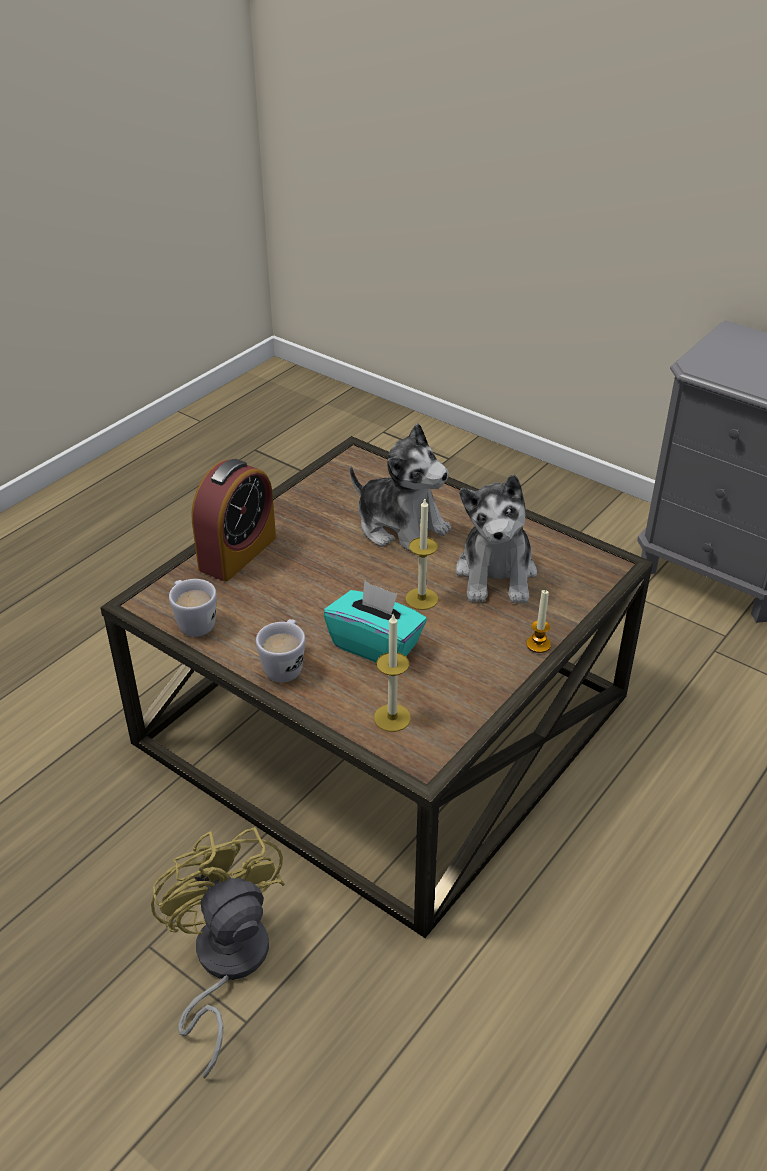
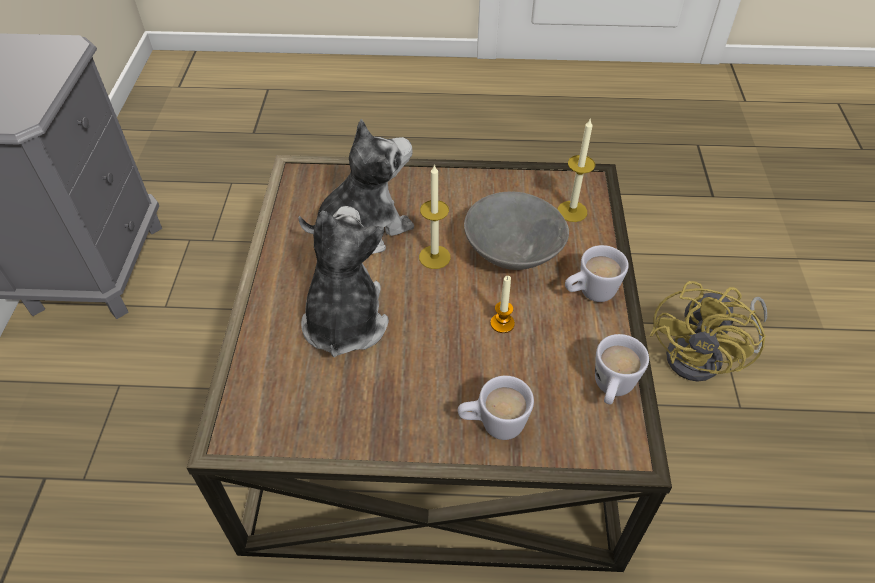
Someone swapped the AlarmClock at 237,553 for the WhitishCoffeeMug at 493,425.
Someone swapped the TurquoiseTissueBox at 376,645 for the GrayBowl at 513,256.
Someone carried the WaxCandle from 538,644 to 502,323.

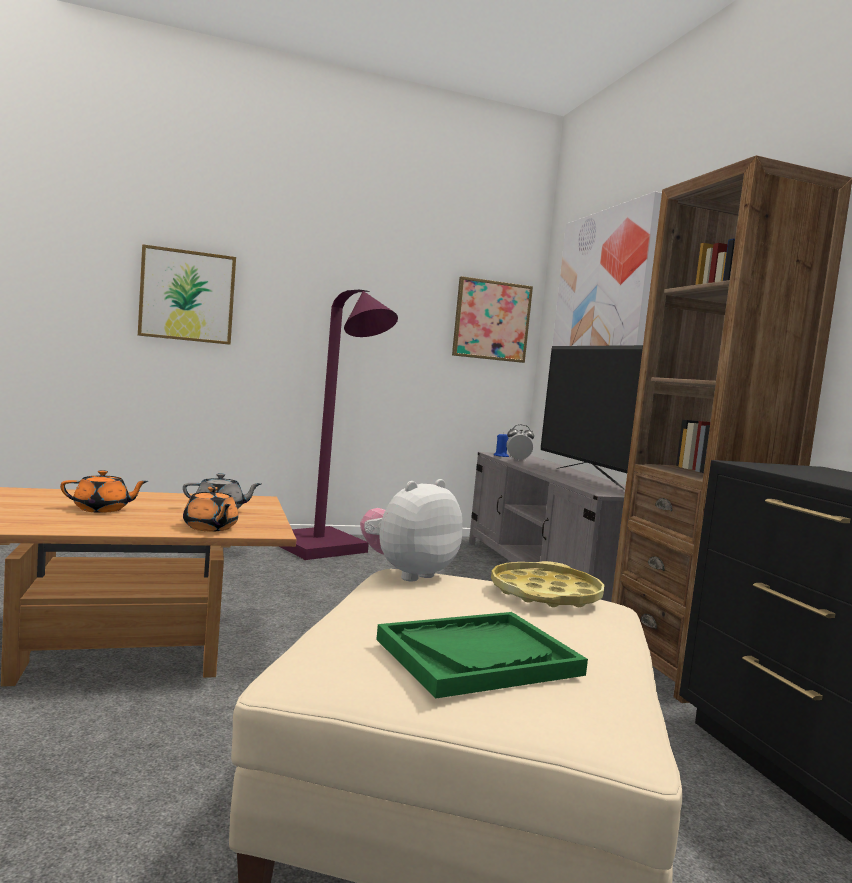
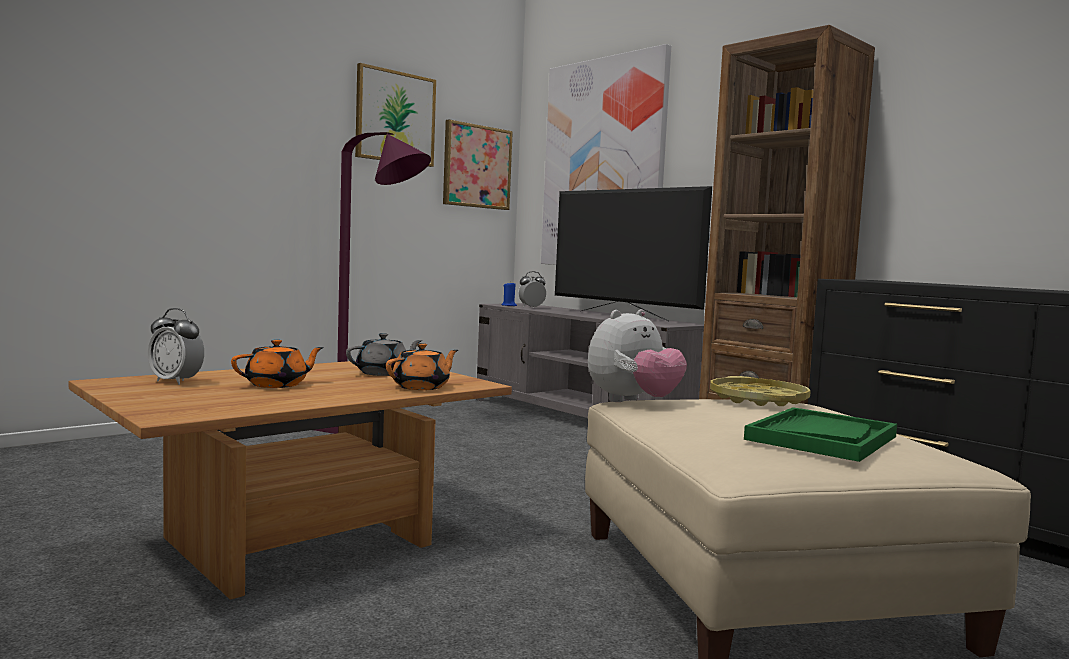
Someone carried the WallArt from 187,296 to 395,117.
Someone rotated the CuddlyToy at 407,573 by 150 degrees counterclockwise.
Someone rotated the OrangeColouredPotForTea at 210,528 by 75 degrees counterclockwise.
Someone put down the AlarmClock at 176,382.

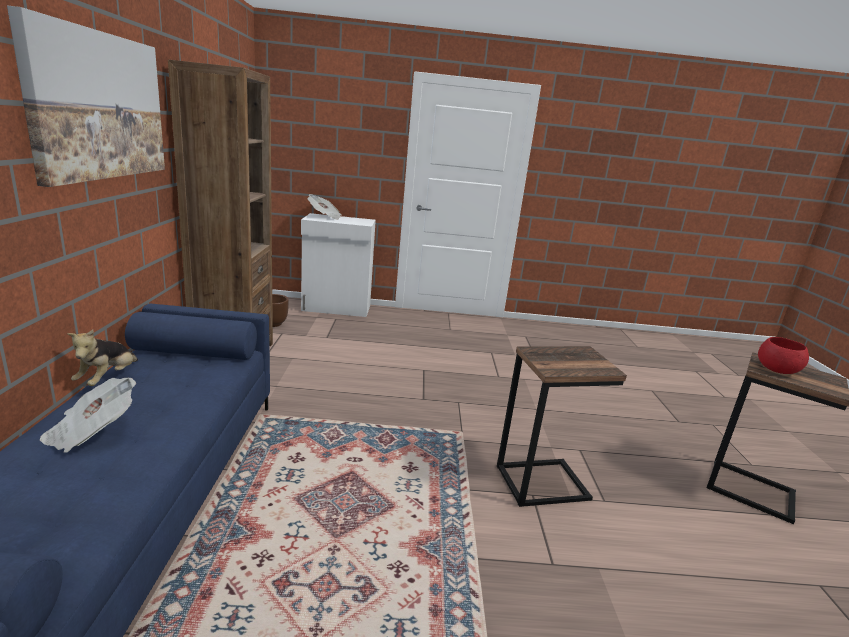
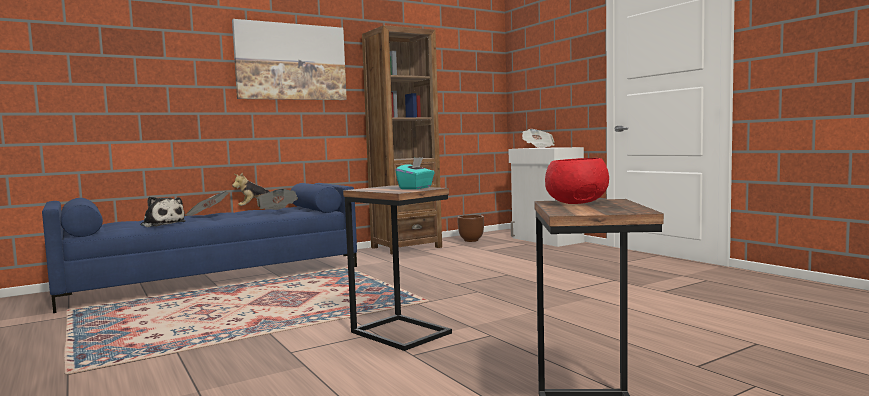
Someone put down the TurquoiseTissueBox at 416,188.
Someone put down the PrintedPaper at 277,211.
Someone put down the CuddlyToy at 162,224.

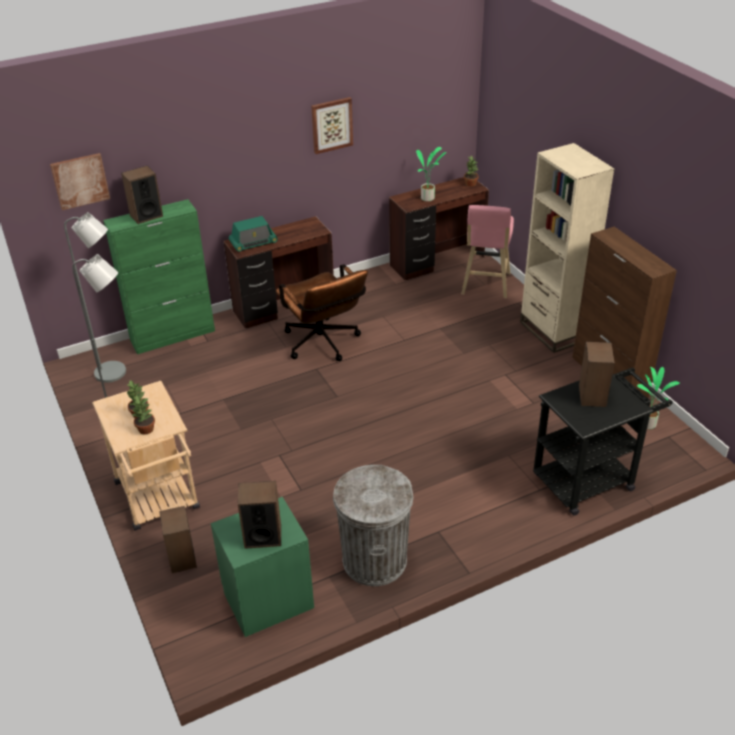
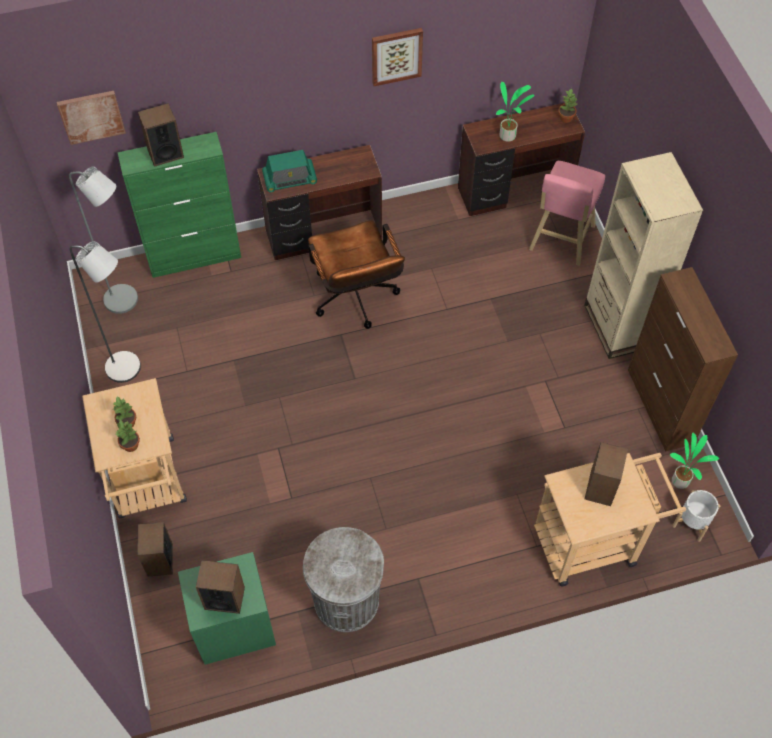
Someone repainted the BlackColouredCart at 590,478, which became the SandColouredCart at 594,542.
Someone put down the WhitishPlantPot at 692,522.

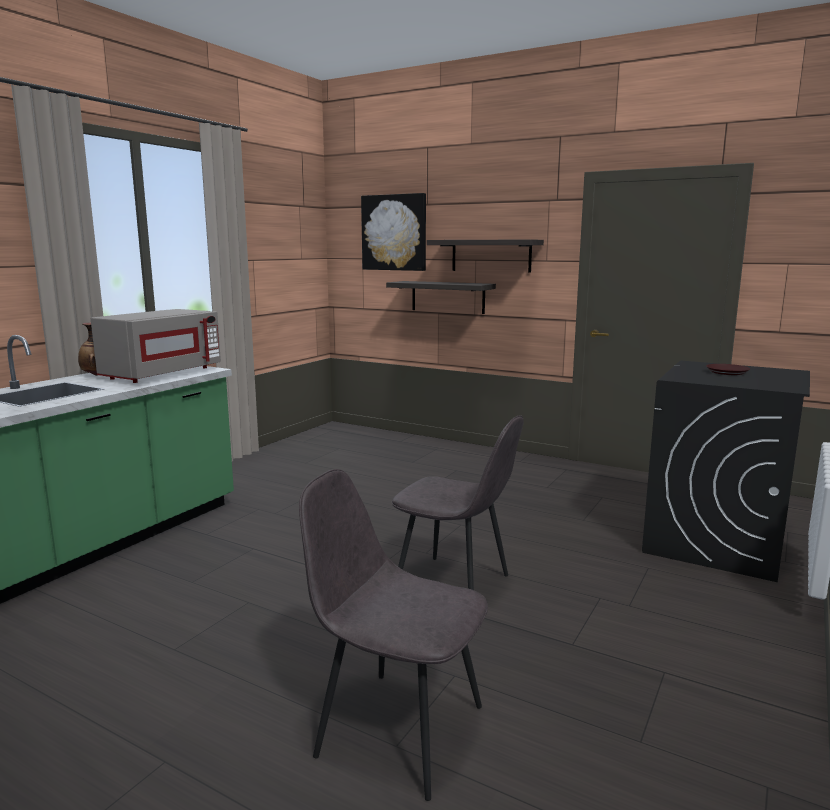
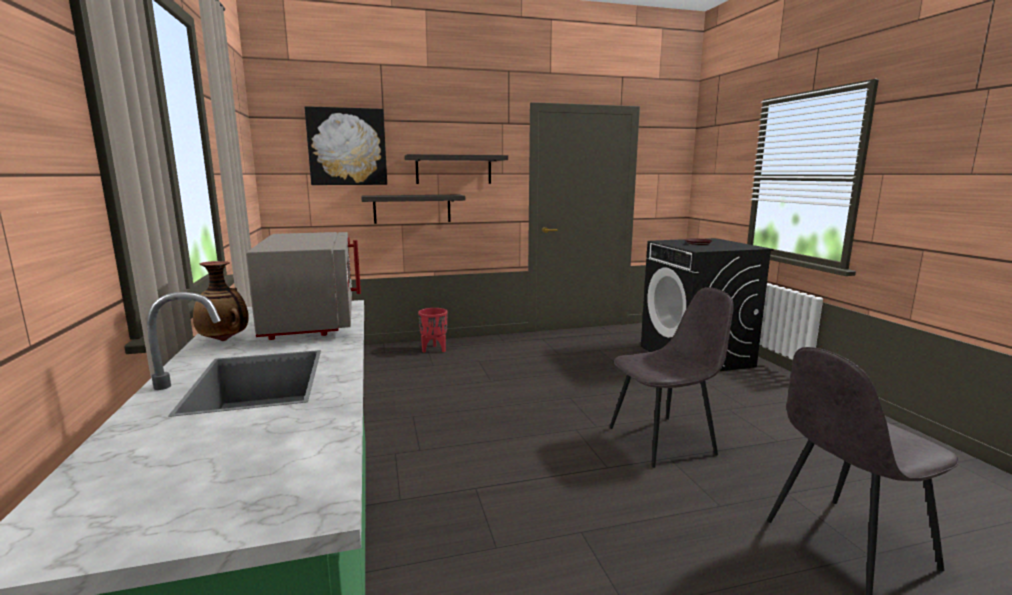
Someone put down the RedColouredPlantPot at 434,349.

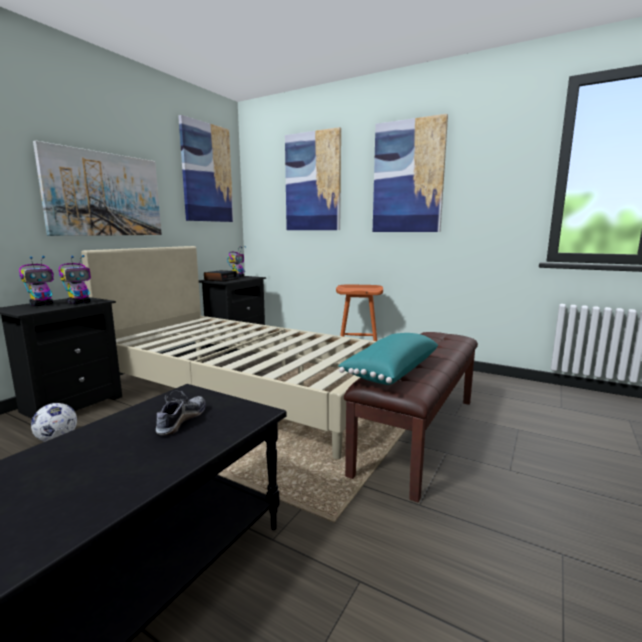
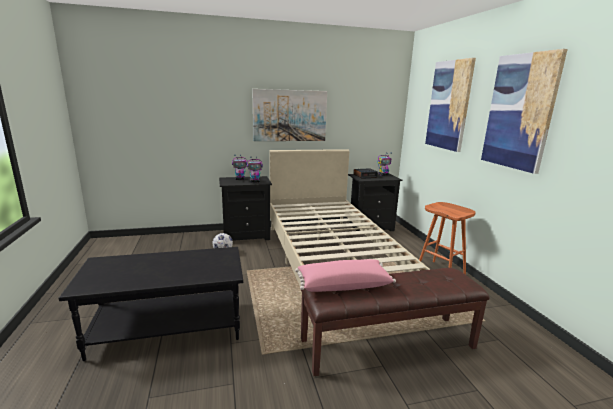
Someone took away the WallArt at 206,173.
Someone repainted the TurquoisePillow at 390,371, which became the PinkColouredPillow at 343,285.
Someone took away the Shoe at 181,420.

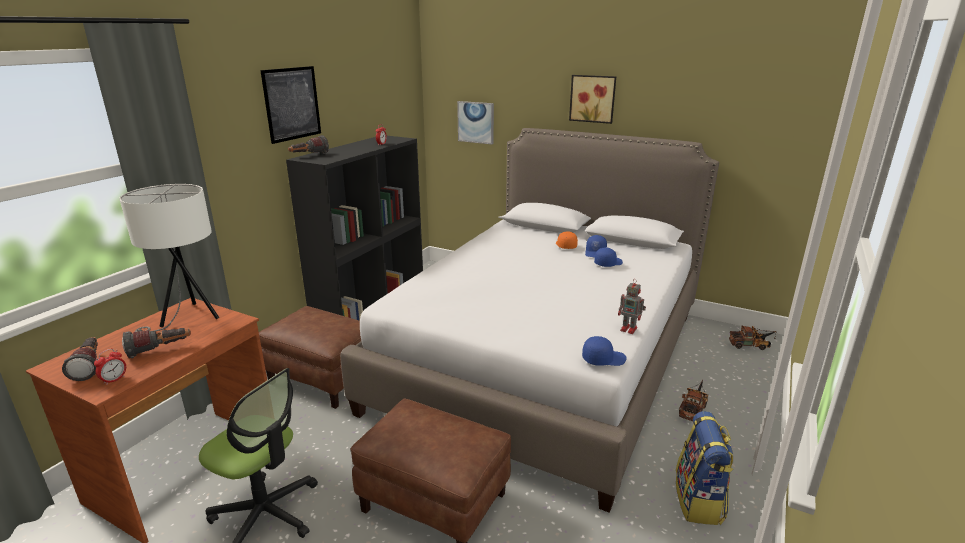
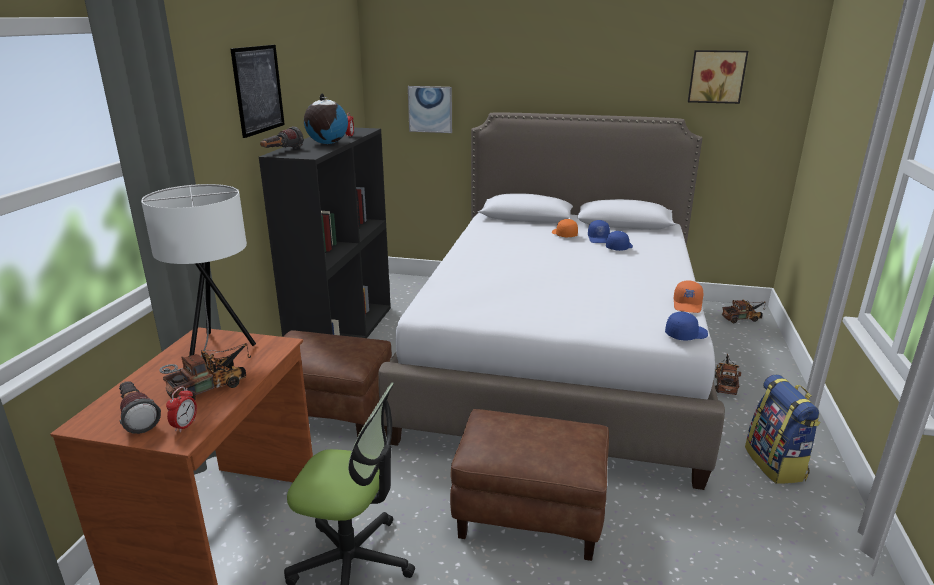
Someone carried the WallArt from 593,98 to 716,76.
Someone swapped the ModelRobot at 629,329 for the OrangeColouredBaseballCap at 688,305.
Someone swapped the HandTorch at 160,350 for the ToyLorry at 213,387.
Someone put down the Globe at 327,143.

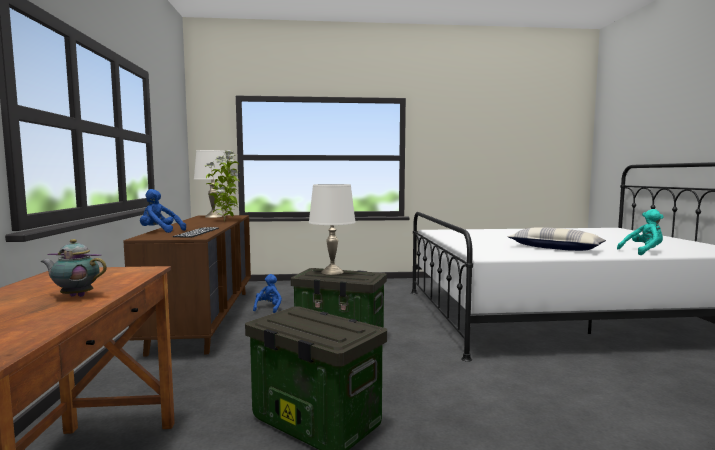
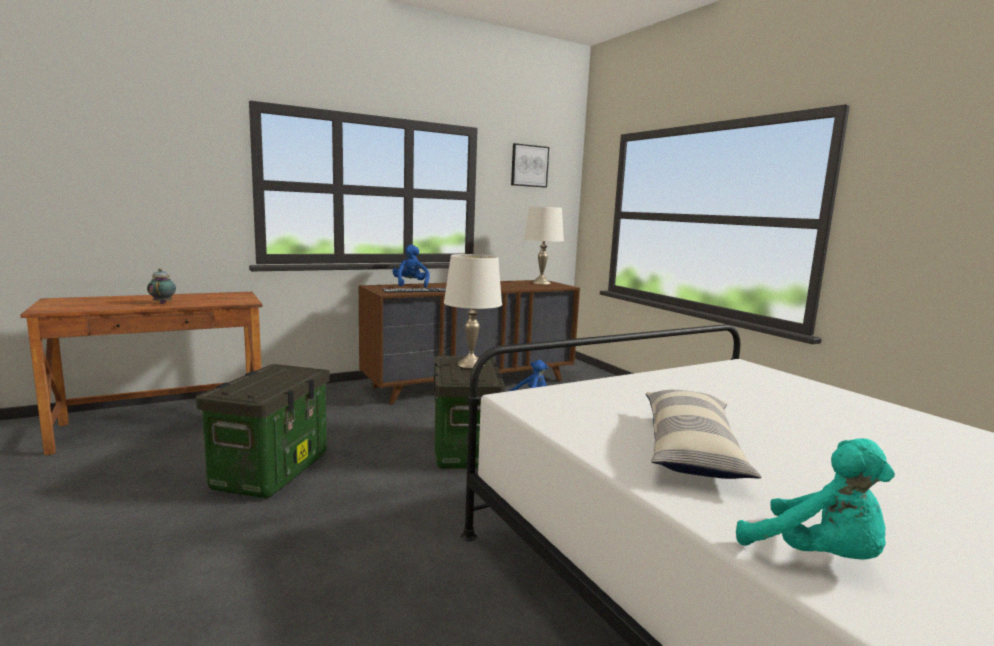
Someone took away the Houseplant at 225,221.
Someone put up the WallArt at 529,166.

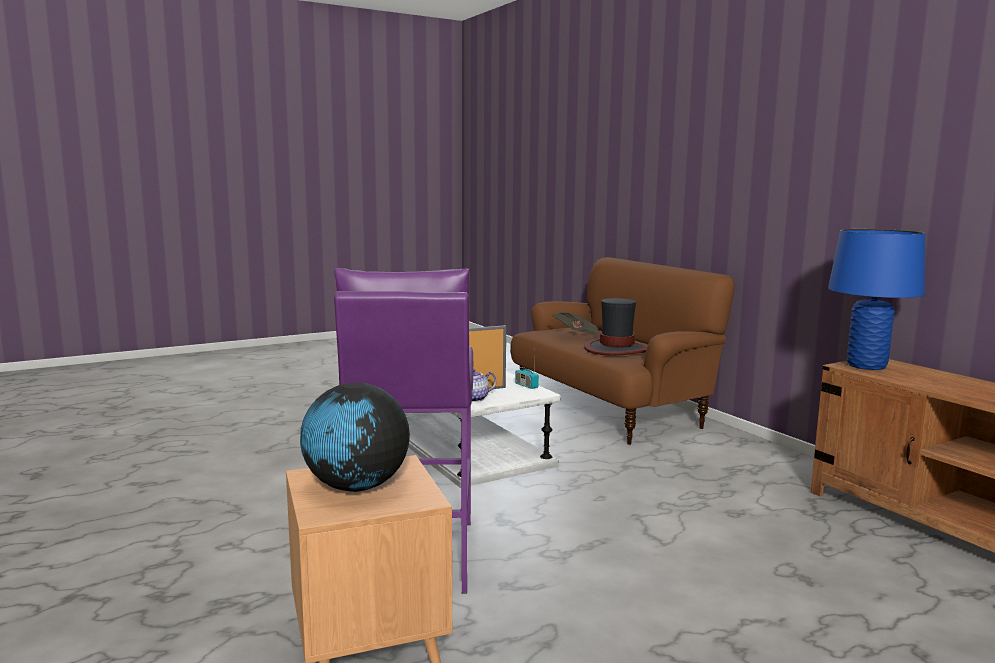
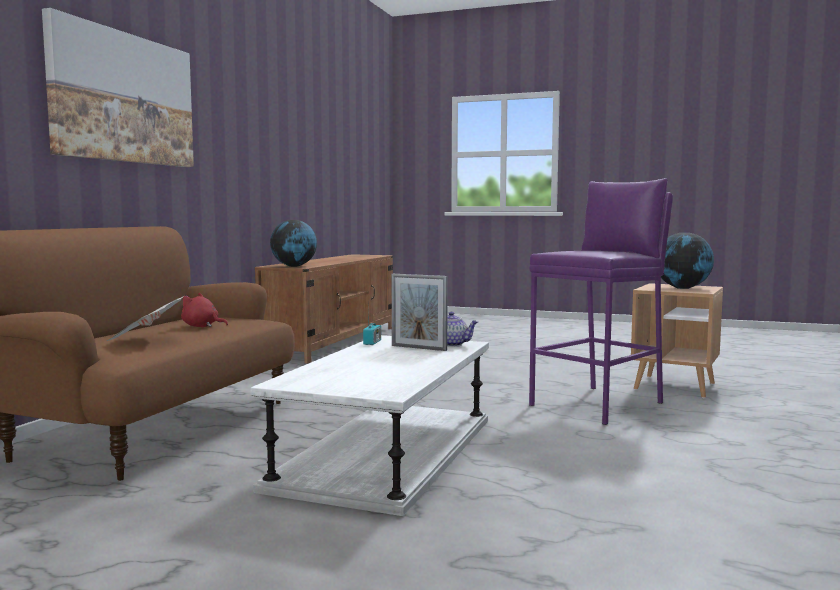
Someone swapped the BlueLampForATable at 866,366 for the Globe at 294,266.
Someone swapped the WearableHat at 616,349 for the RedColouredCuddlyToy at 202,326.
Someone put up the WallArt at 123,98.

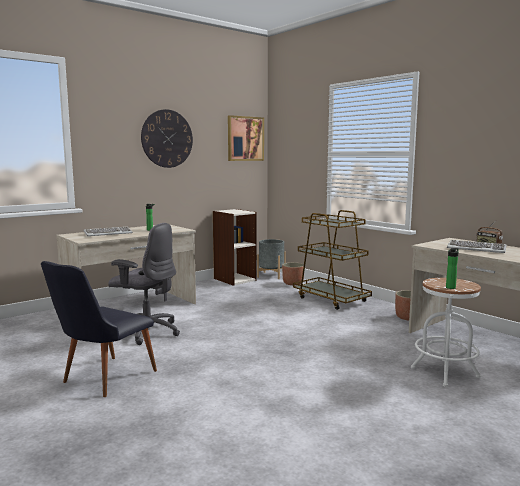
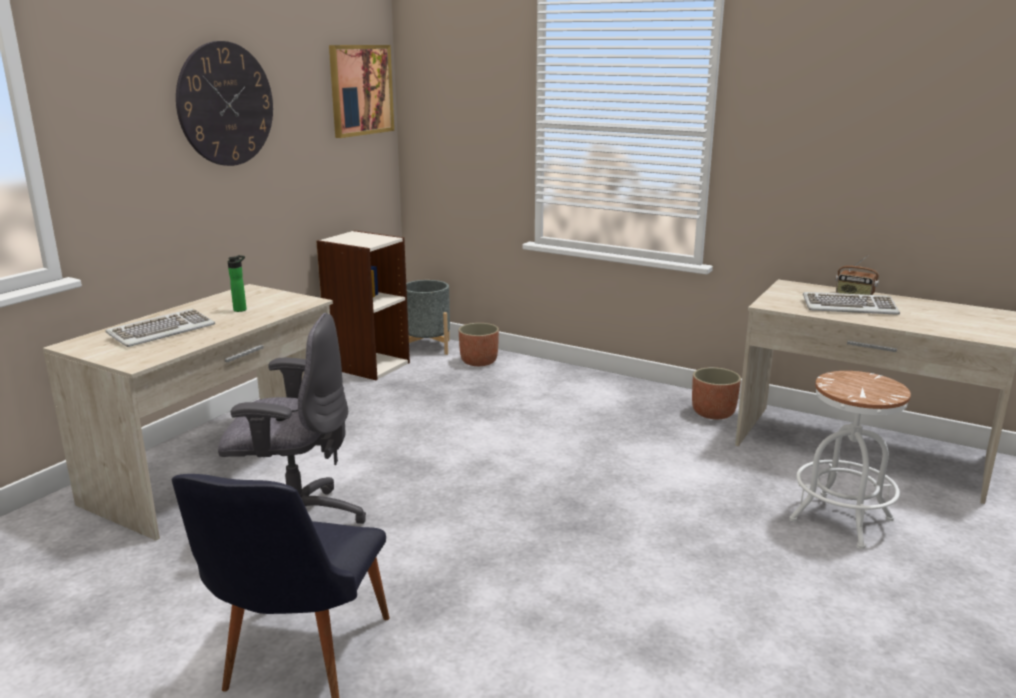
Someone took away the BrownishCart at 331,299.
Someone took away the BeverageBottle at 451,287.

